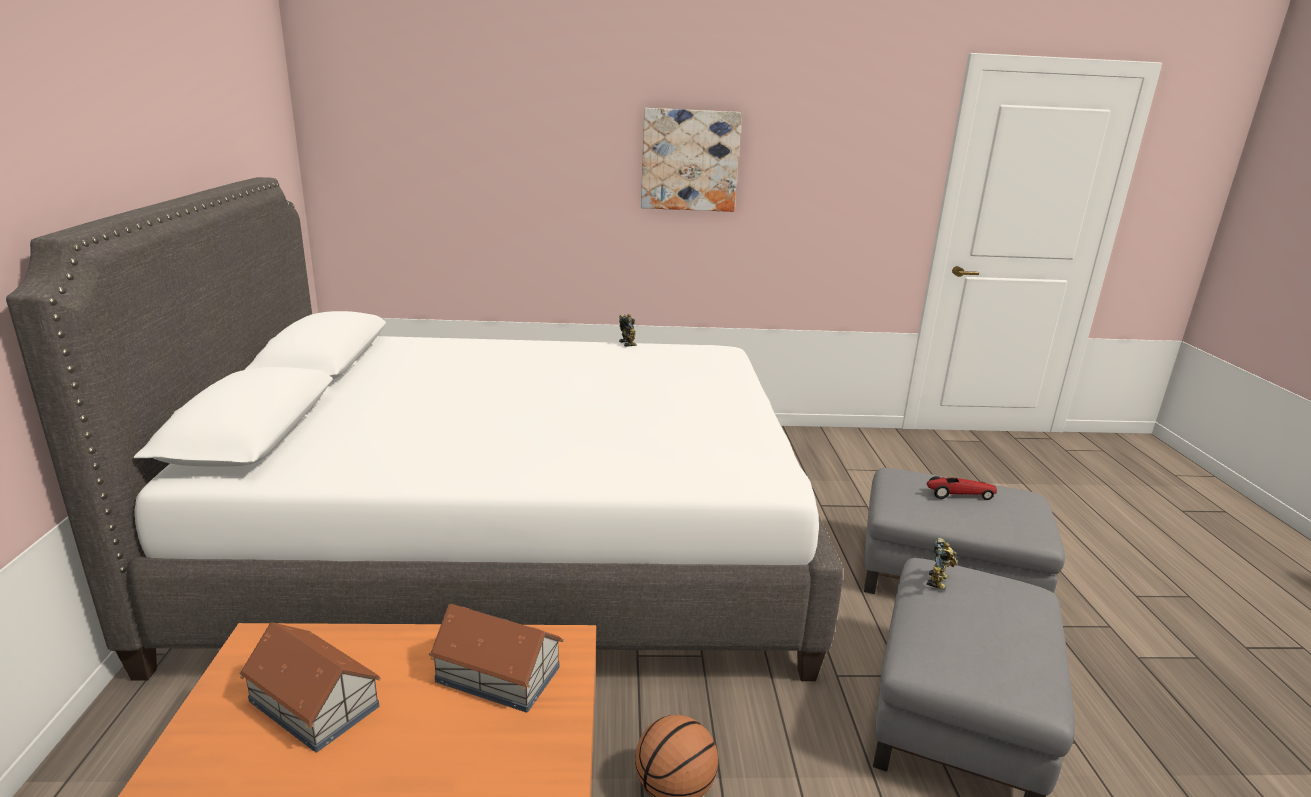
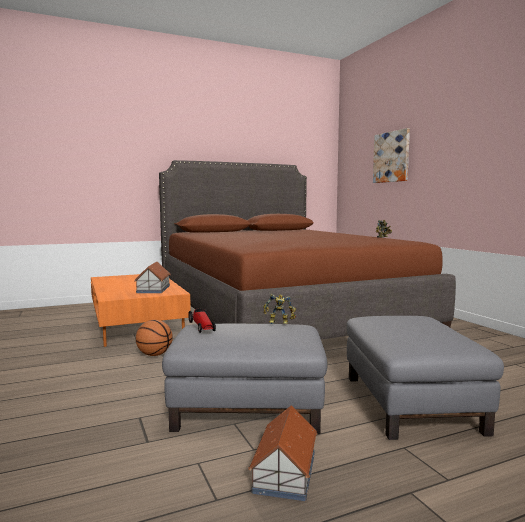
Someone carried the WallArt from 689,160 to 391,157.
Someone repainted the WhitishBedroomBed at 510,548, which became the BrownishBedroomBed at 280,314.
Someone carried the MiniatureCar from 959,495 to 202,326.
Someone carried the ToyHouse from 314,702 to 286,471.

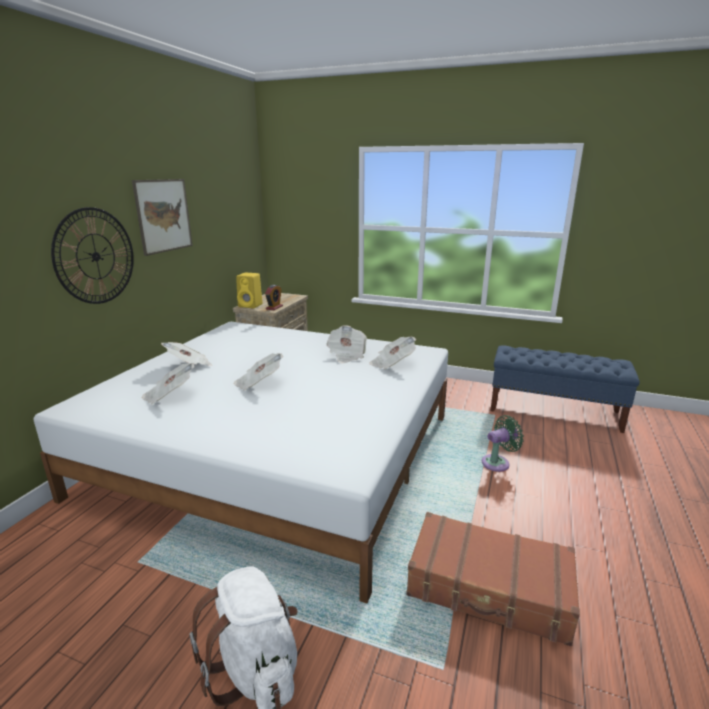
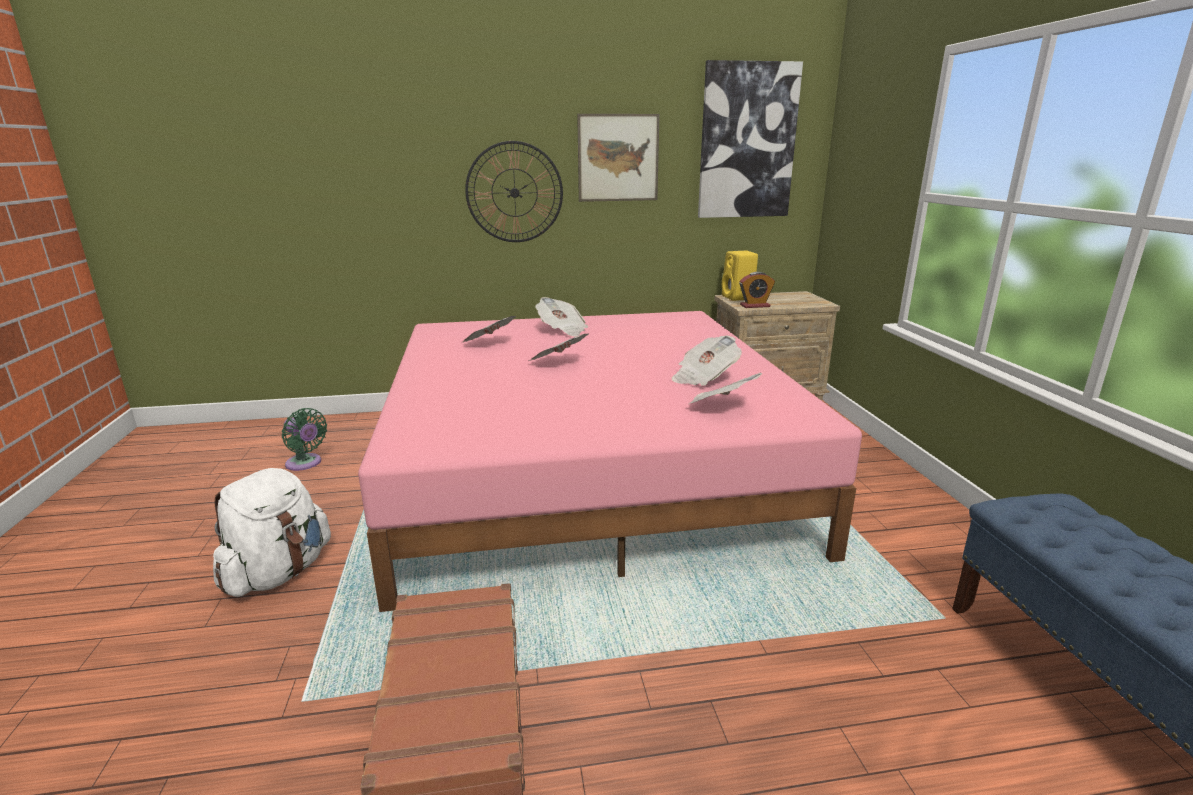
Someone repainted the WhitishBedroomBed at 278,453, which became the PinkColouredBedroomBed at 588,469.
Someone carried the GreenFan from 498,462 to 305,464.
Someone put up the WallArt at 747,142.

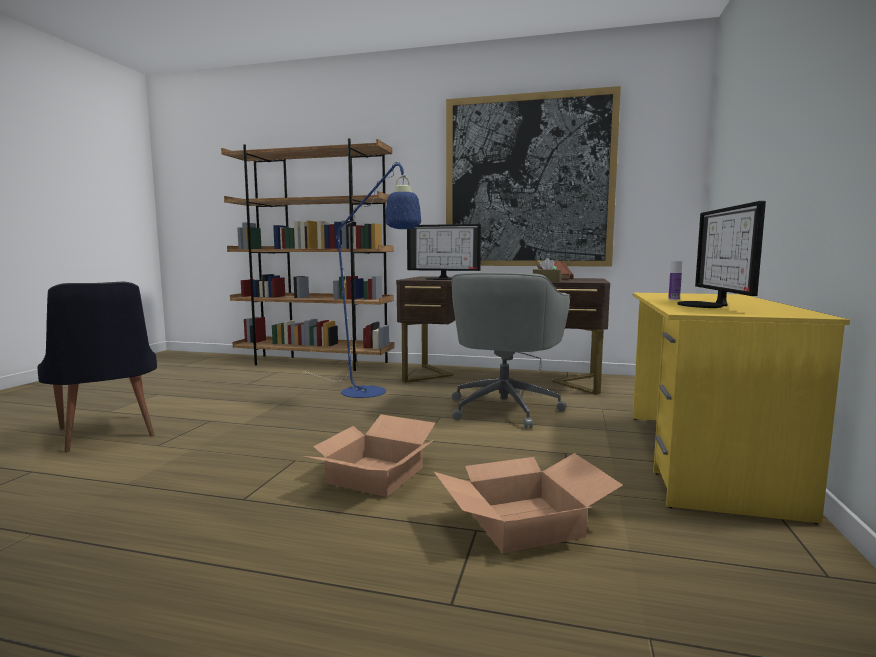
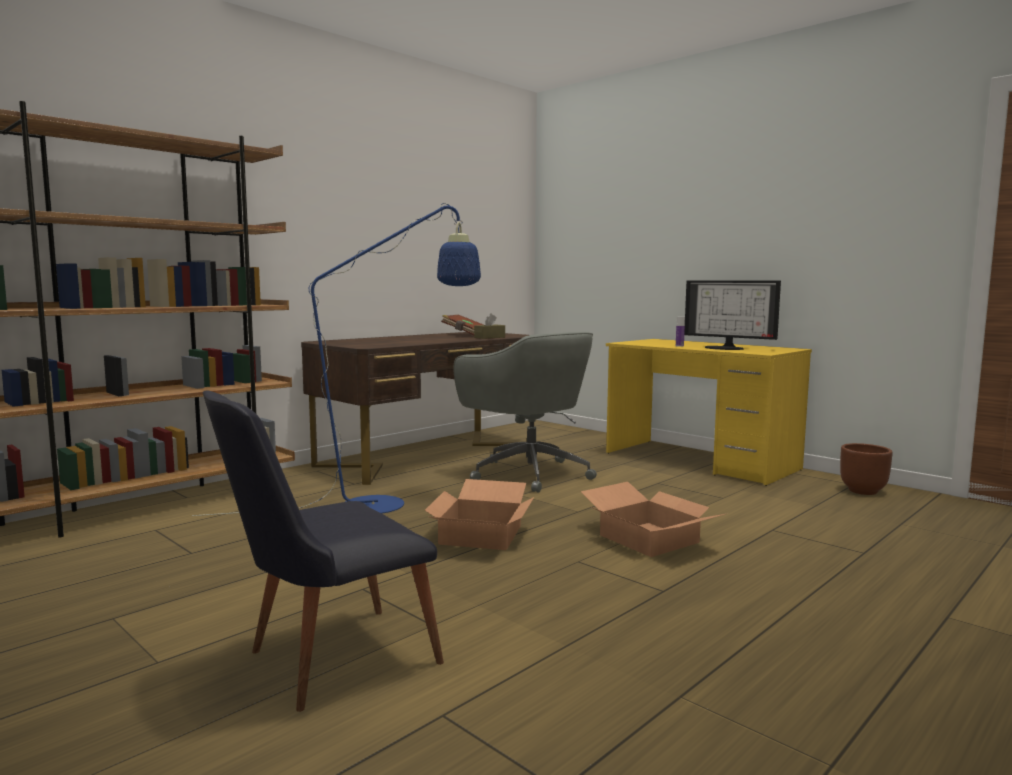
Someone took away the WallArt at 528,182.
Someone took away the Monitor at 442,279.
Someone rotated the BlackColouredPlainChair at 106,435 by 150 degrees clockwise.
Someone carried the PackingBox from 523,524 to 482,535.
Someone put down the BrownishPlantPot at 862,491.

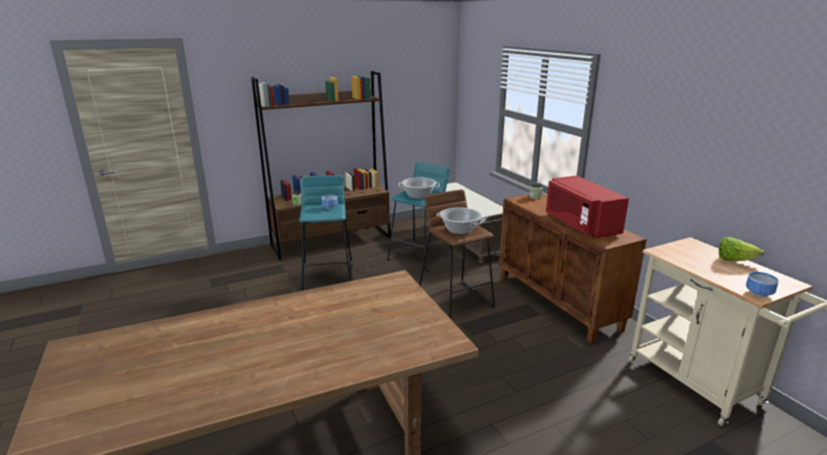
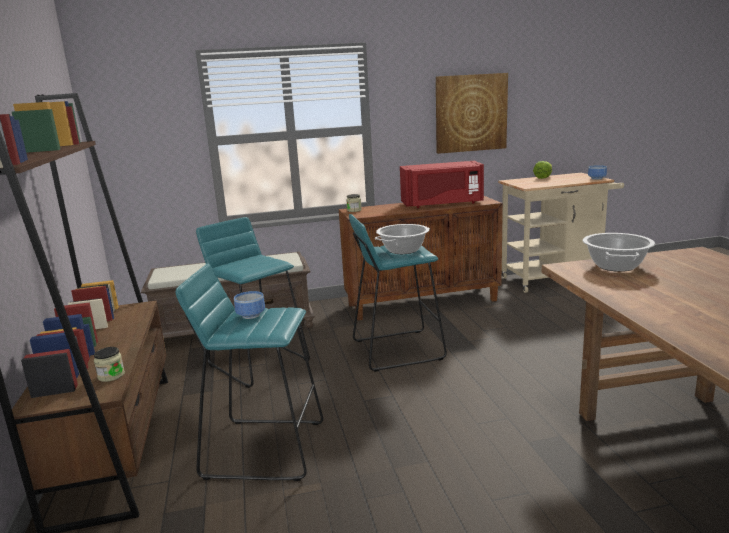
Someone carried the Stockpot from 419,195 to 615,266.
Someone repainted the BrownishStoolSeat at 455,300, which became the TurquoiseStoolSeat at 396,350.
Someone put up the WallArt at 471,113.

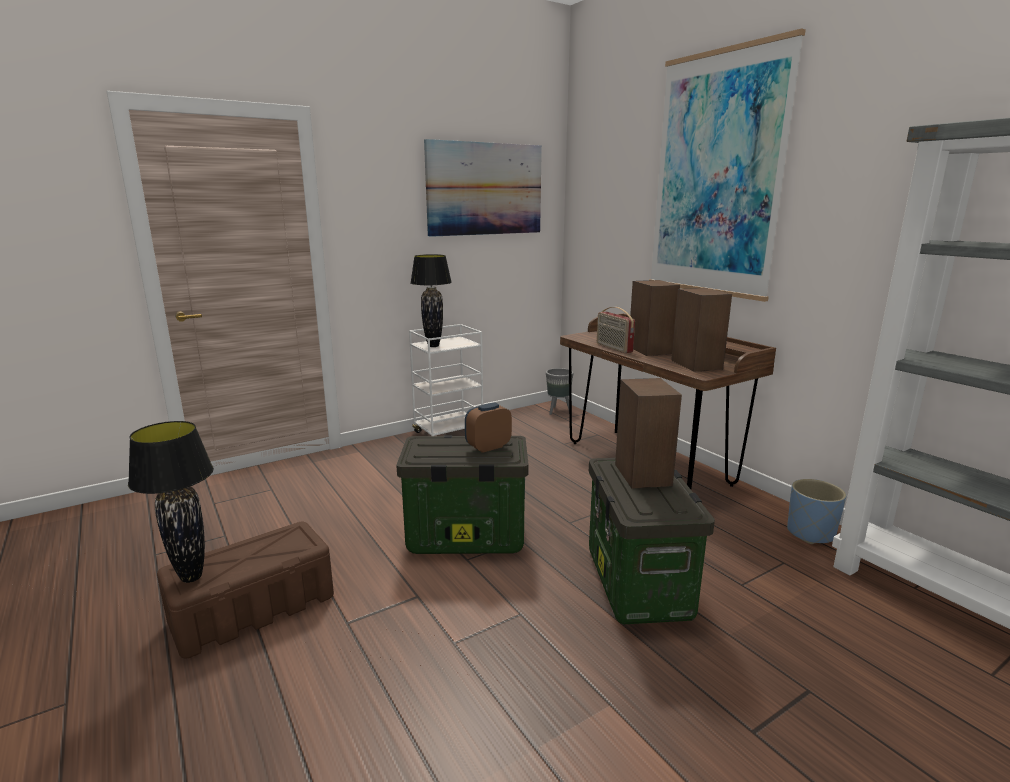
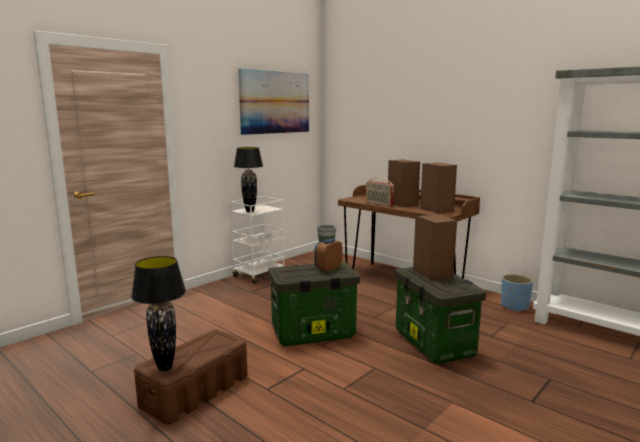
Someone took away the WallArt at 716,176.

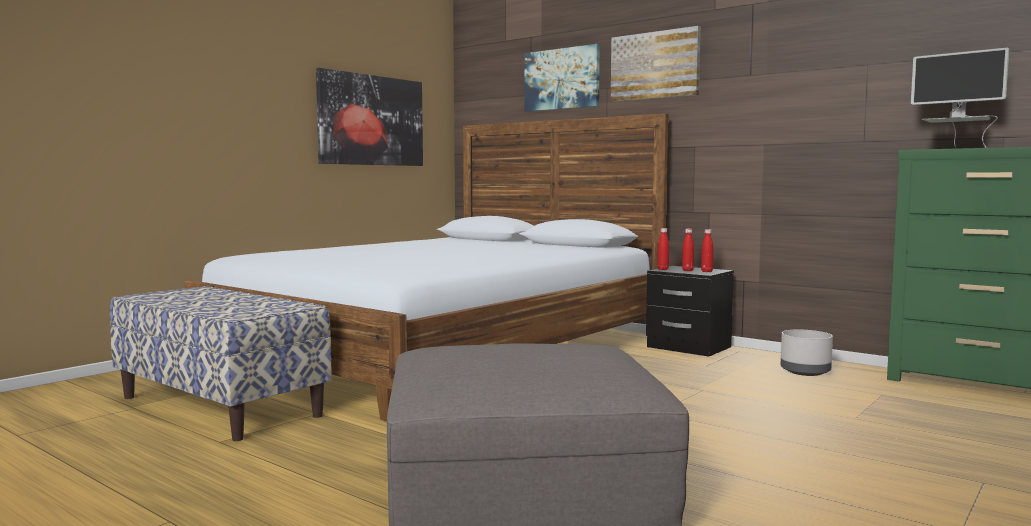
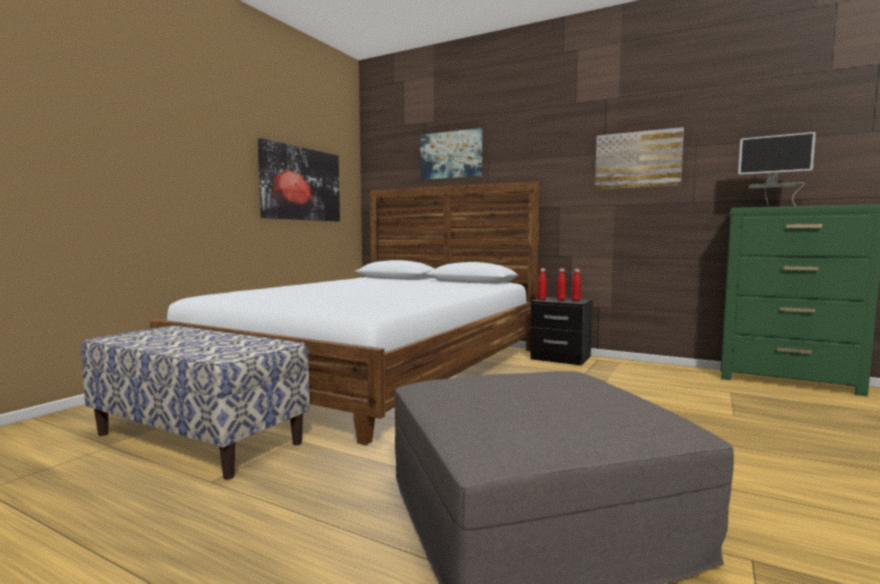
Someone carried the WallArt from 655,65 to 638,160.
Someone took away the GrayPlantPot at 805,372.

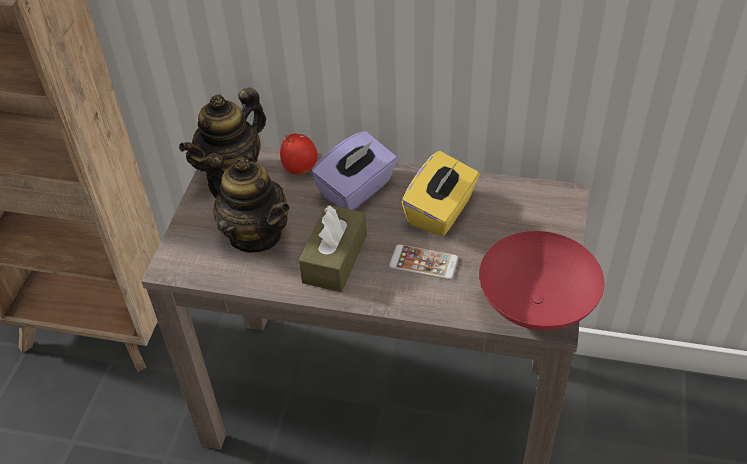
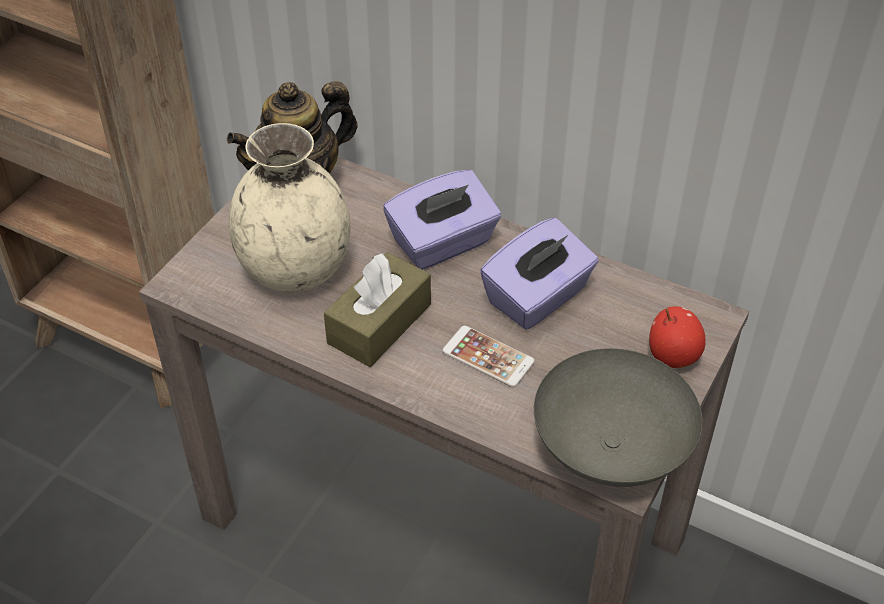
Someone carried the Apple from 300,167 to 673,356.
Someone repainted the YellowishTissueBox at 441,212, which became the PurpleColouredTissueBox at 538,298.
Someone swapped the PotForTea at 255,234 for the SandColouredVase at 295,269.
Someone repainted the RedColouredBowl at 535,306, which became the GrayBowl at 609,450.

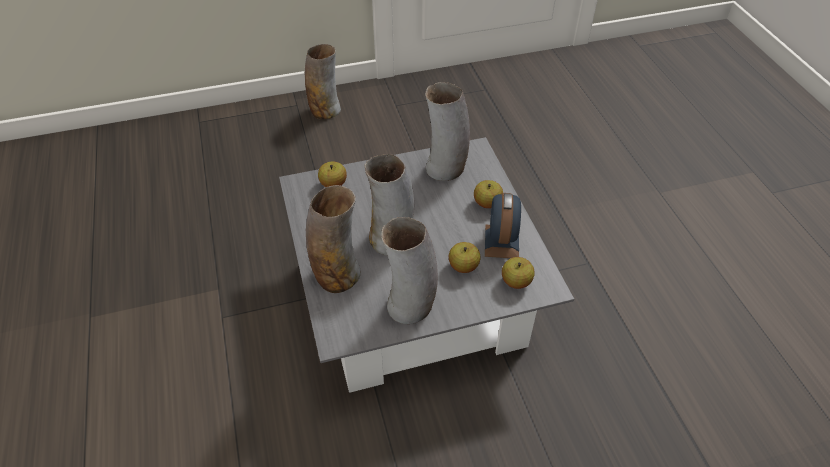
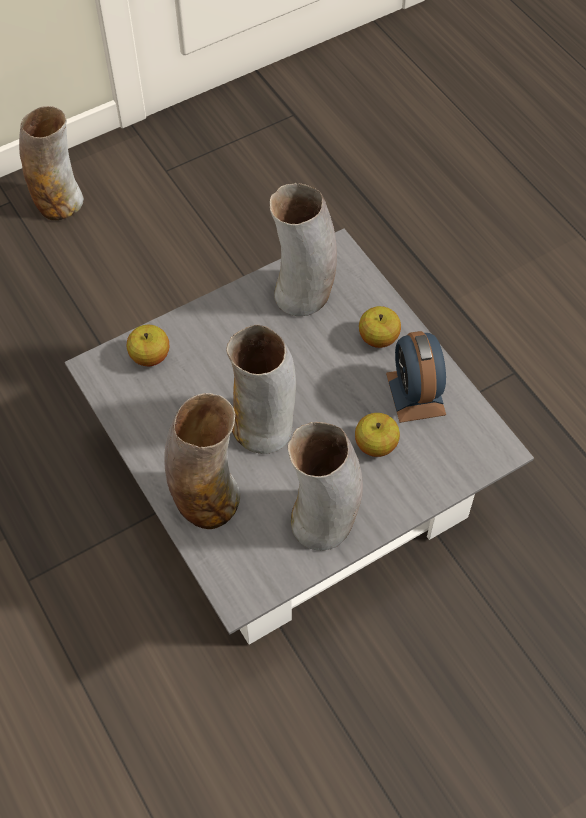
Someone took away the Apple at 516,282.

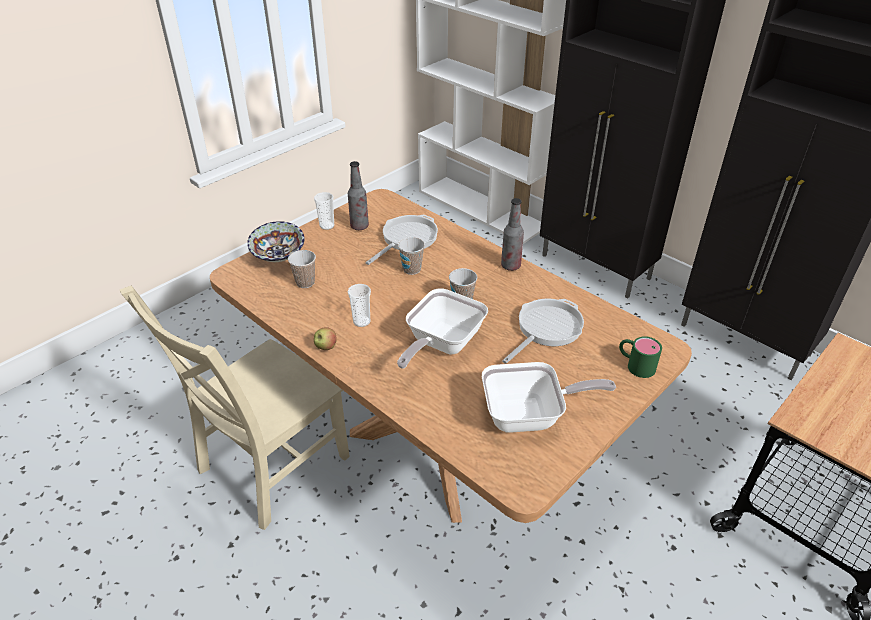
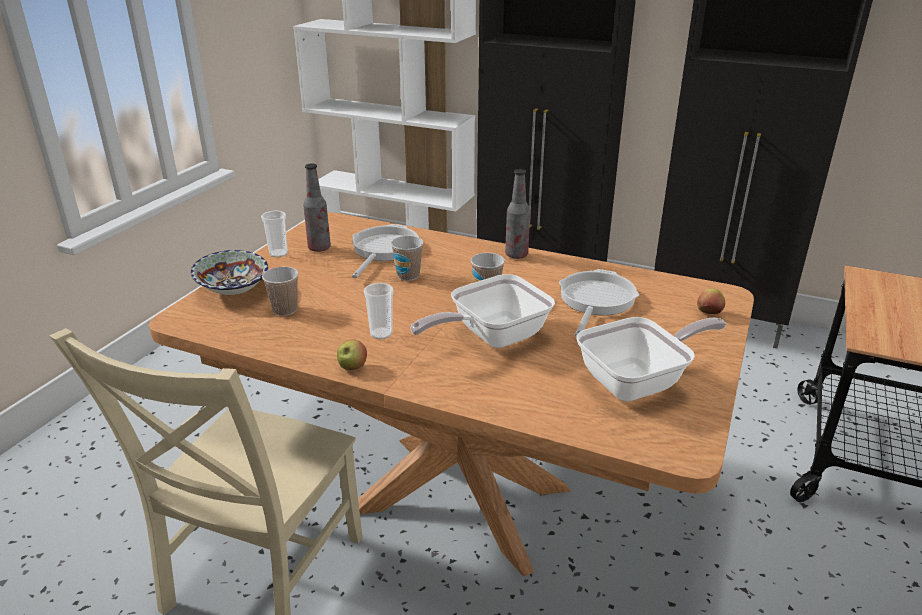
Someone rotated the Pan at 441,344 by 45 degrees clockwise.
Someone swapped the GreenCoffeeMug at 635,365 for the Apple at 708,314.

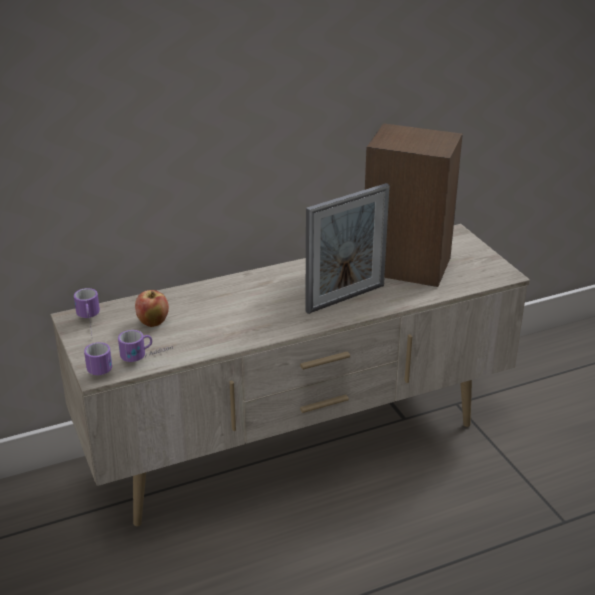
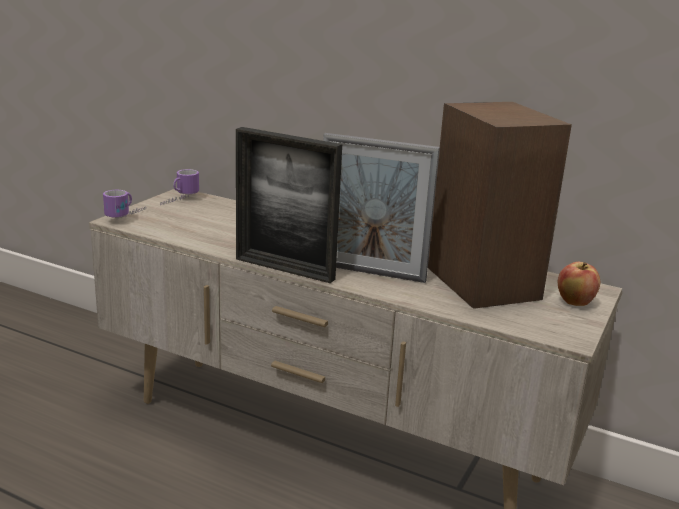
Someone carried the Apple from 152,322 to 574,302.
Someone took away the CoffeeMug at 147,357.
Someone put down the PhotoFrame at 284,269.

